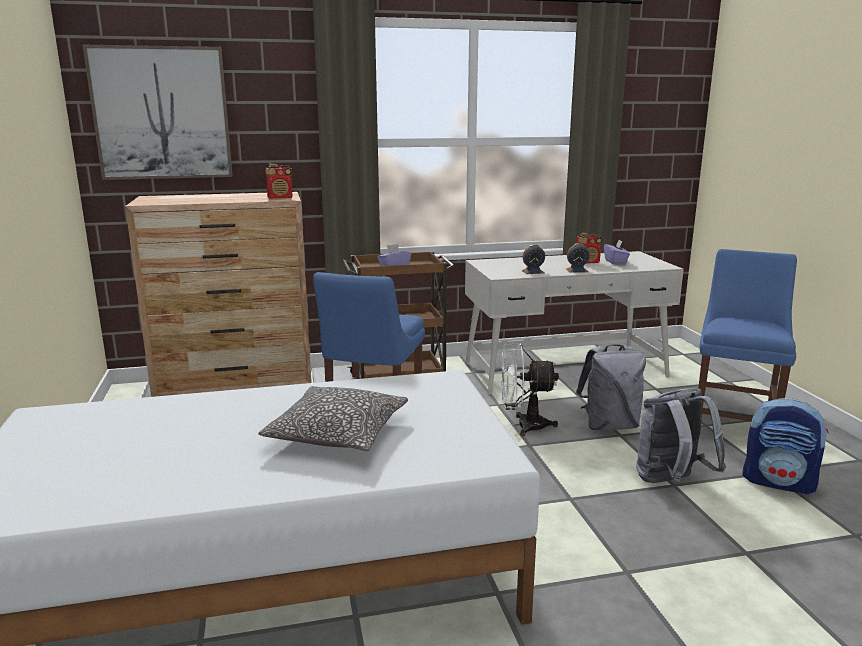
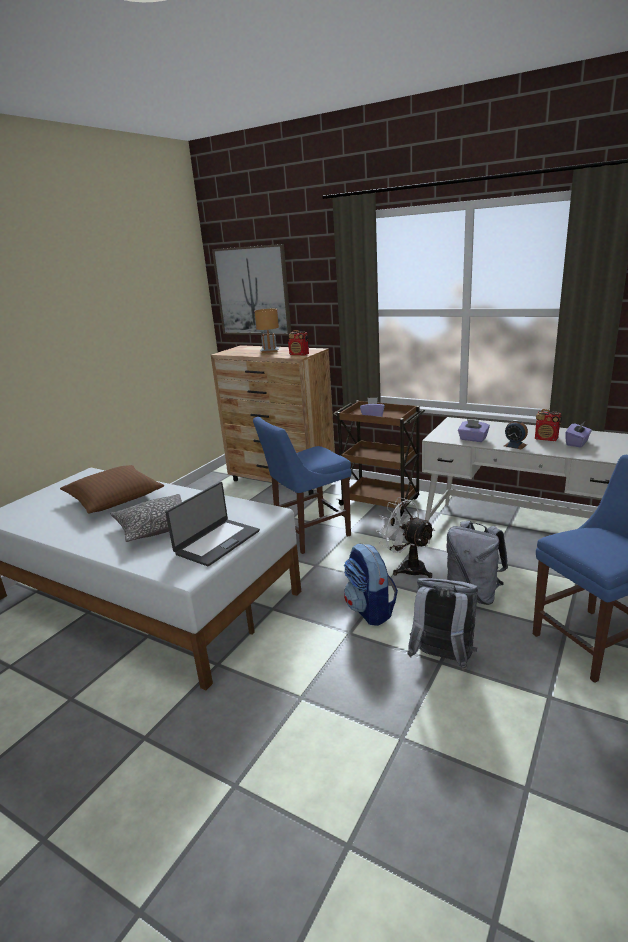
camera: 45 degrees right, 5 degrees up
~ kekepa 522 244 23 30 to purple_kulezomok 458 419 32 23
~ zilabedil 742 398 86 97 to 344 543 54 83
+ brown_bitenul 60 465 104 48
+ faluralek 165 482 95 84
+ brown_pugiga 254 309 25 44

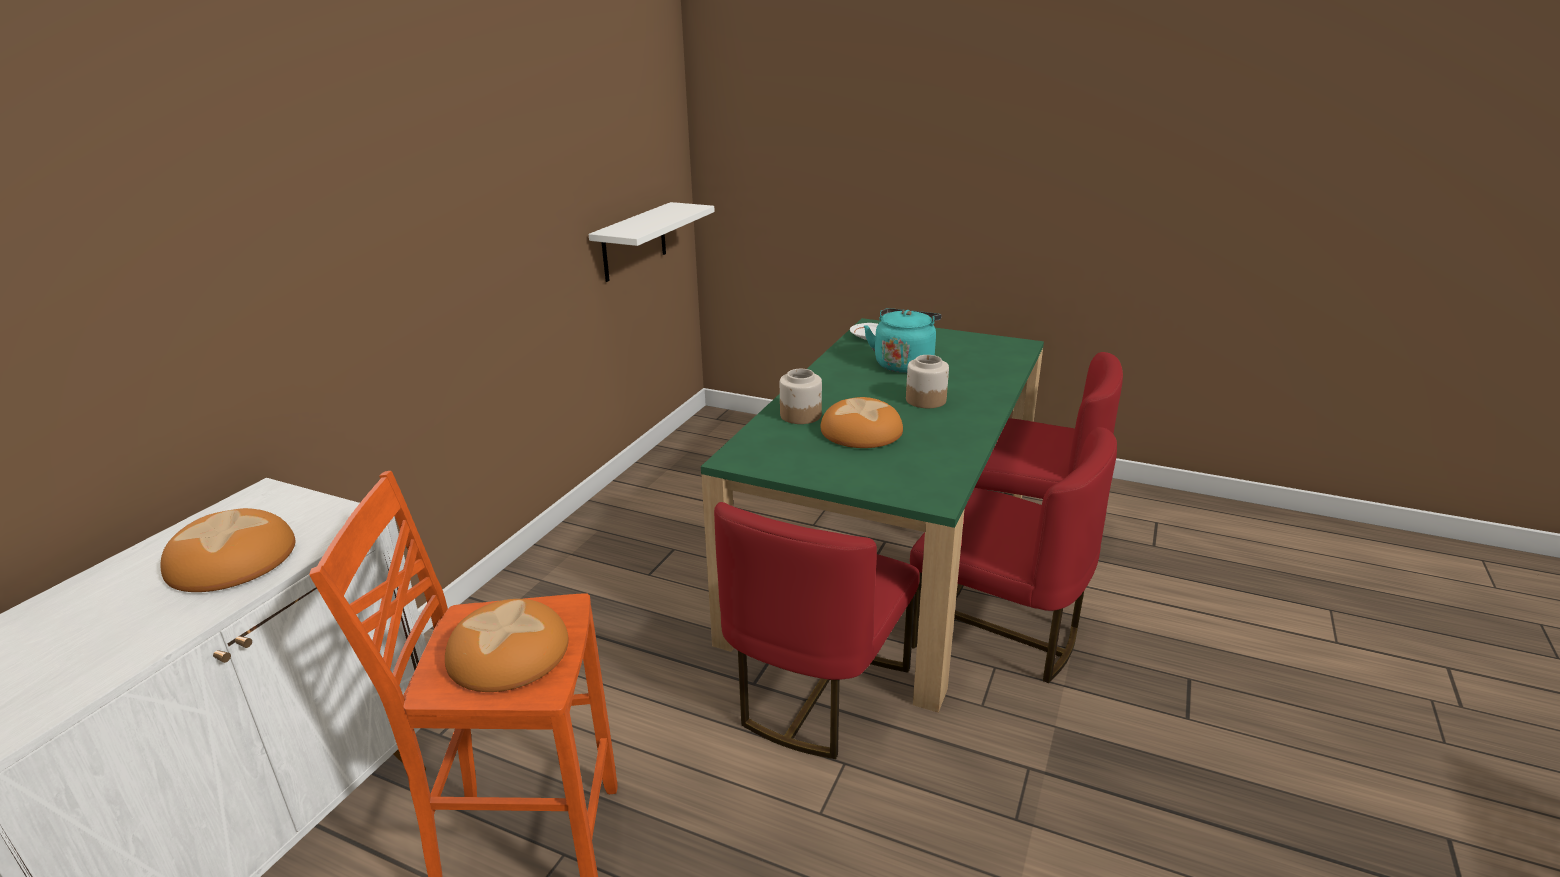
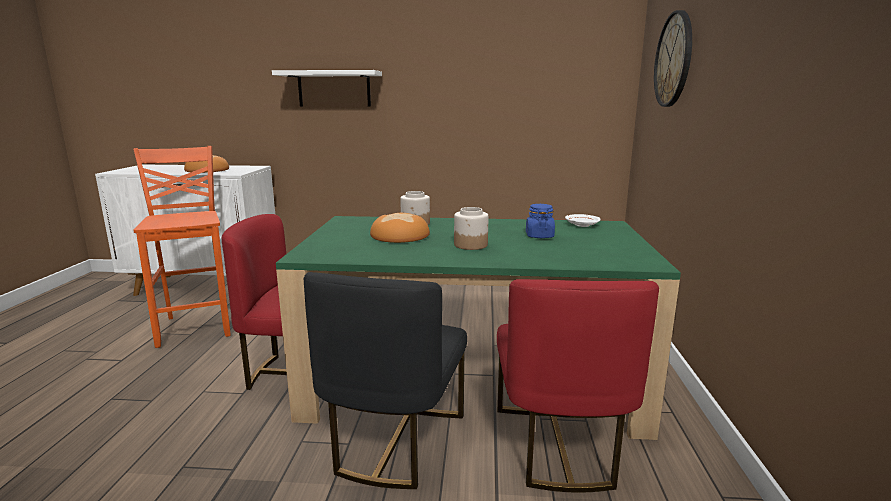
camera: 70 degrees right, 10 degrees down
- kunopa 445 599 124 93
~ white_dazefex 589 202 126 80 to 272 70 110 37
~ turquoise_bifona 864 308 77 65 to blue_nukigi 526 204 29 34
~ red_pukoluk 910 427 207 256 to black_pukoluk 304 272 163 217
+ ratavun 654 10 38 97

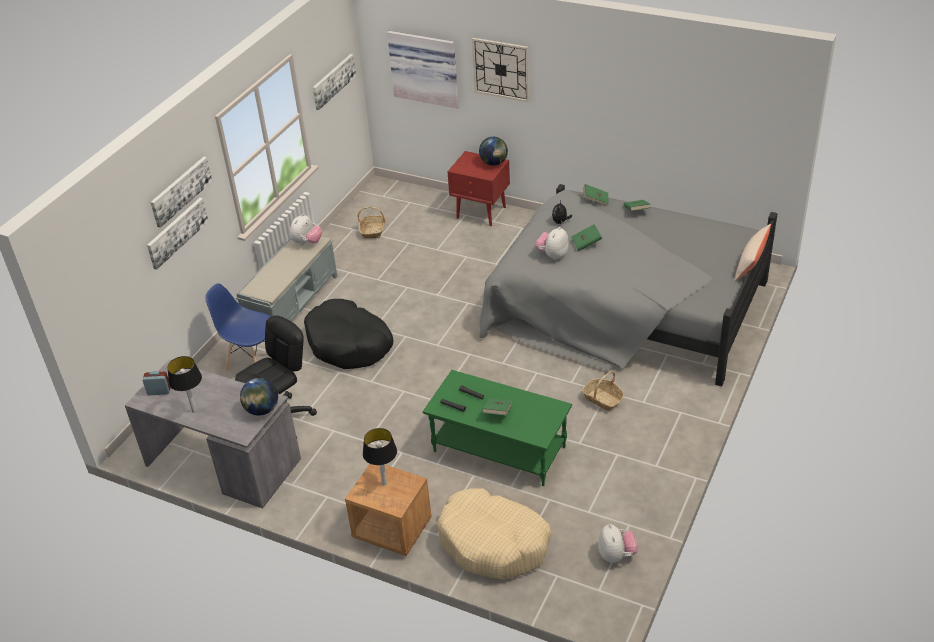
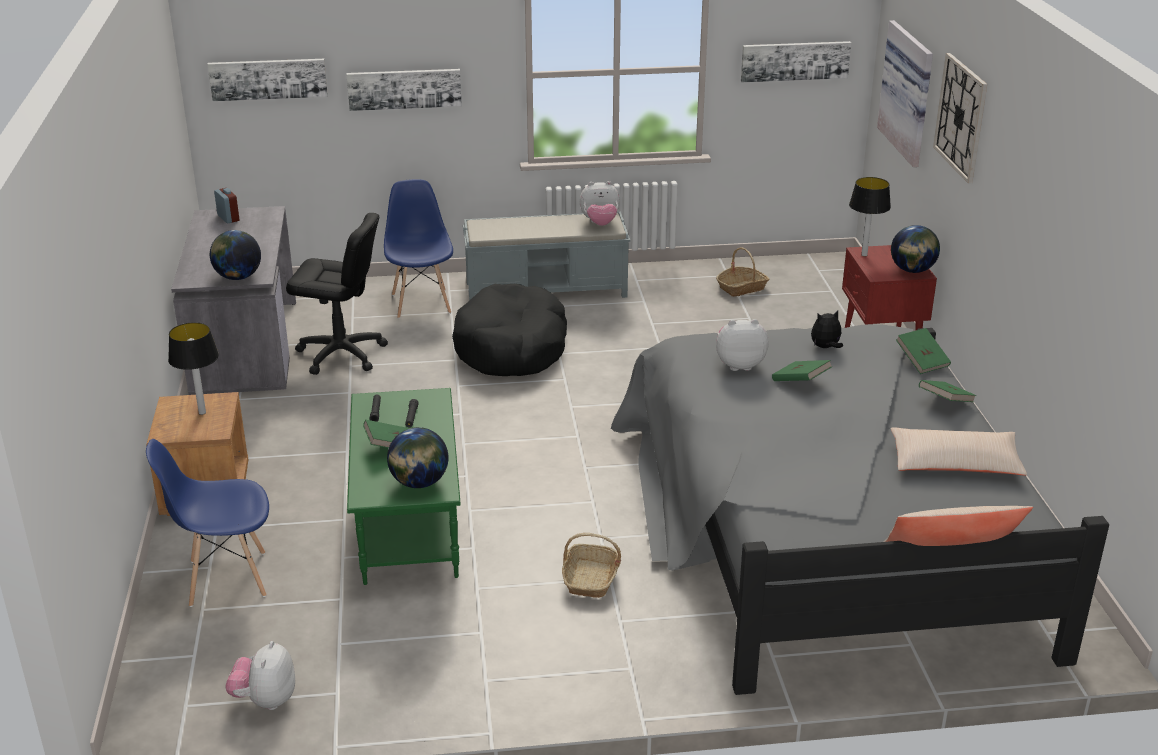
camera: 55 degrees right, 10 degrees down
~ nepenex 151 157 62 71 to 207 59 121 42
~ pugiga 167 356 35 57 to 849 177 42 79
~ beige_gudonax 437 488 114 92 to blue_pukoluk 146 439 123 168
~ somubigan 598 524 40 39 = 225 641 70 69 135 degrees clockwise
+ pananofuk 387 427 61 61
+ beige_bitenul 891 427 136 48

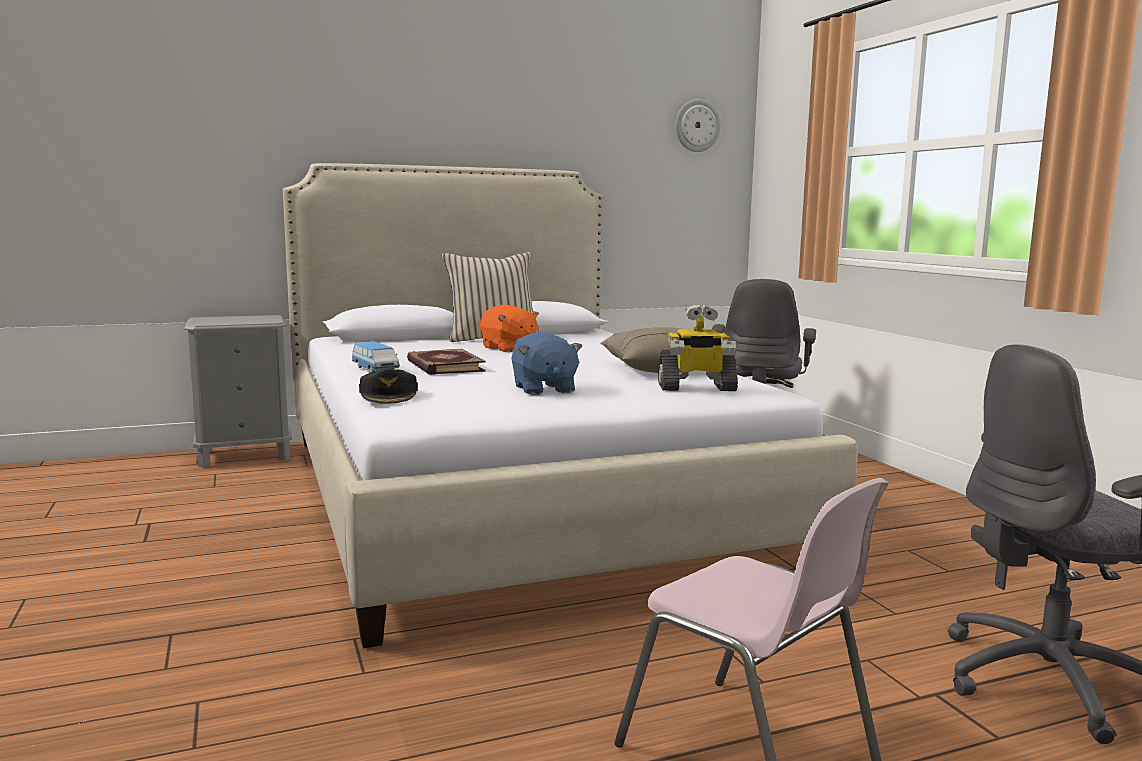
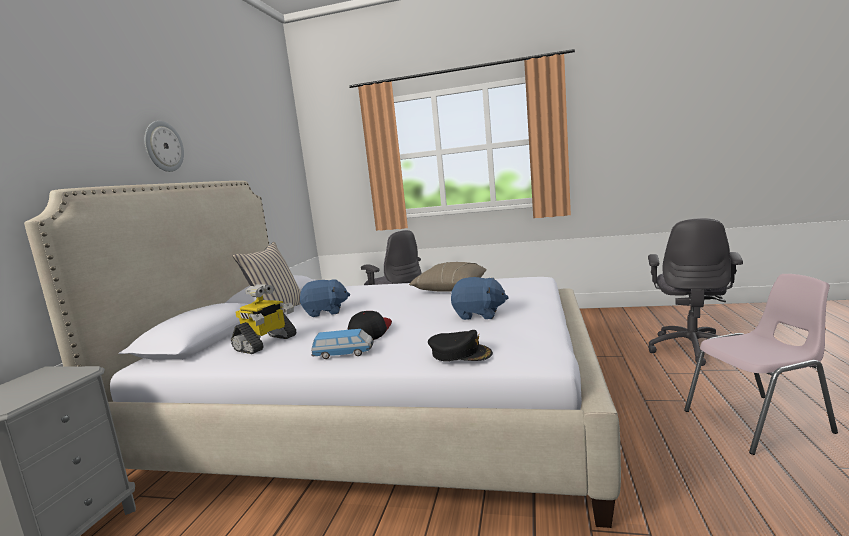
camera: 55 degrees left, 0 degrees up
~ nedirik 407 349 79 26 to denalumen 348 311 44 29
~ orange_somubigan 480 305 59 47 to blue_somubigan 300 279 50 38
~ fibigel 658 305 80 86 to 231 284 66 70
~ ratavun 676 99 45 53 to 145 121 39 51

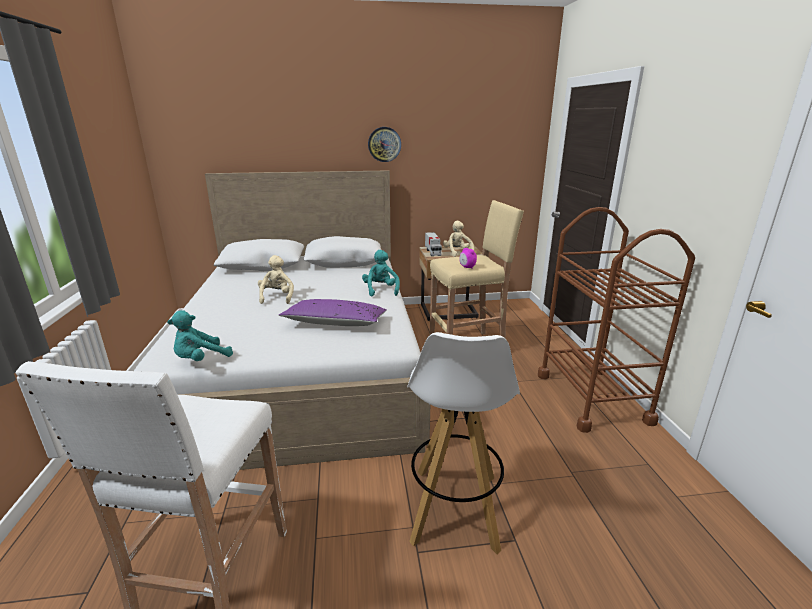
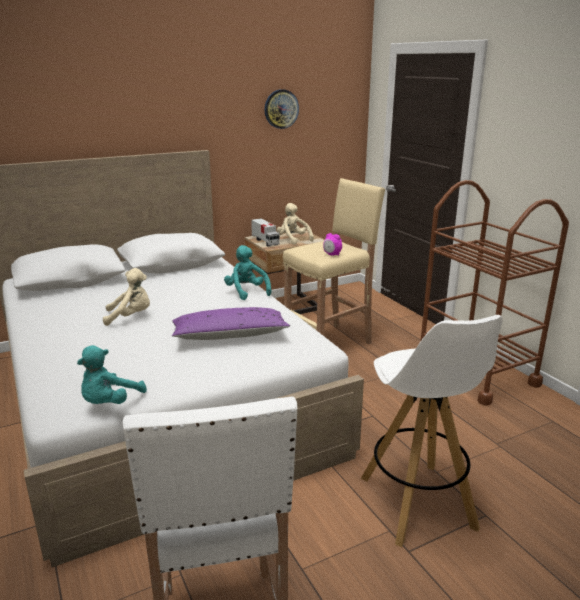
camera: 20 degrees left, 0 degrees up
~ beige_somubigan 258 255 36 49 = 103 268 47 58 105 degrees clockwise
~ ratavun 368 127 33 35 to 265 89 34 40

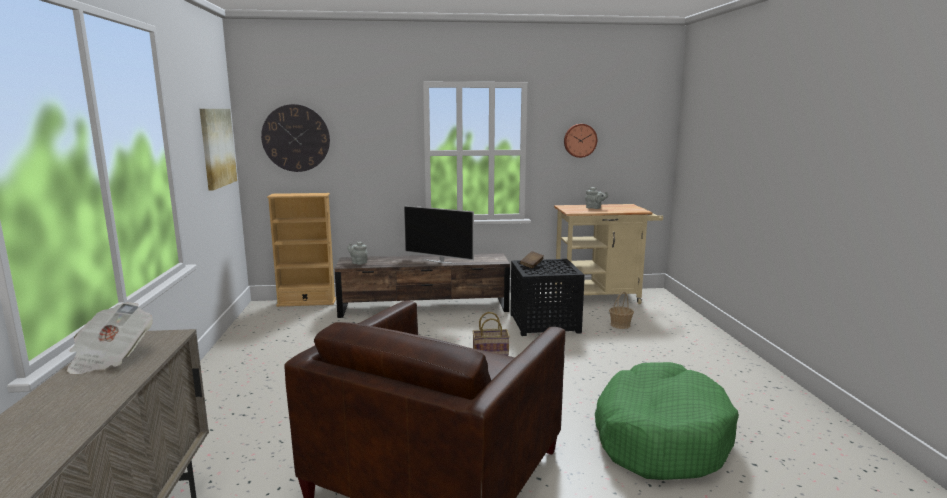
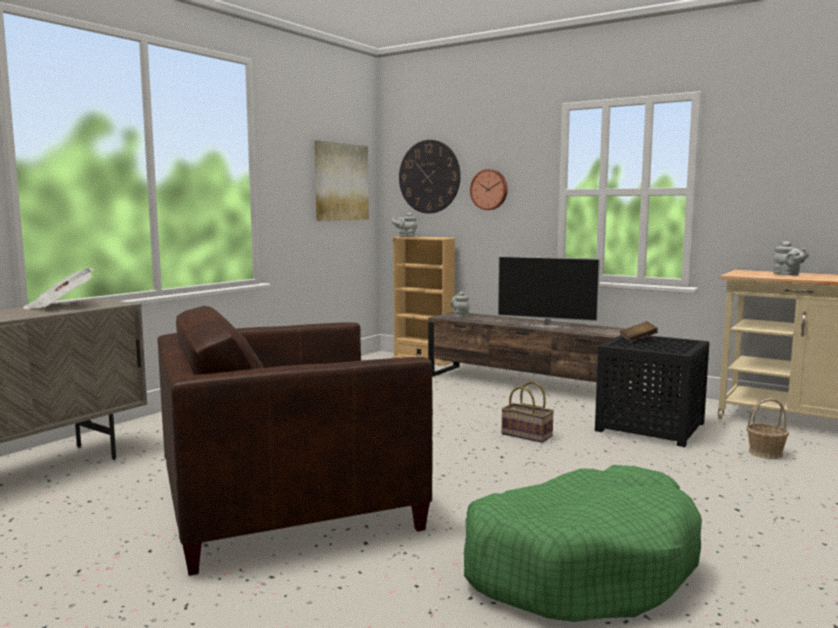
camera: 40 degrees right, 5 degrees down
~ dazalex 403 205 71 59 = 497 256 104 73 45 degrees counterclockwise
~ ratavun 564 124 33 34 to 470 169 38 41
+ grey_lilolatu 392 213 25 24

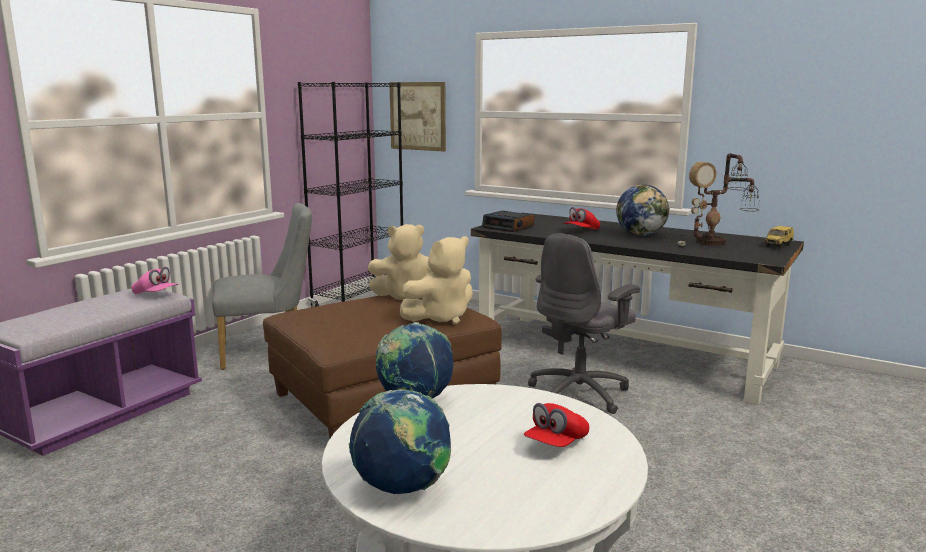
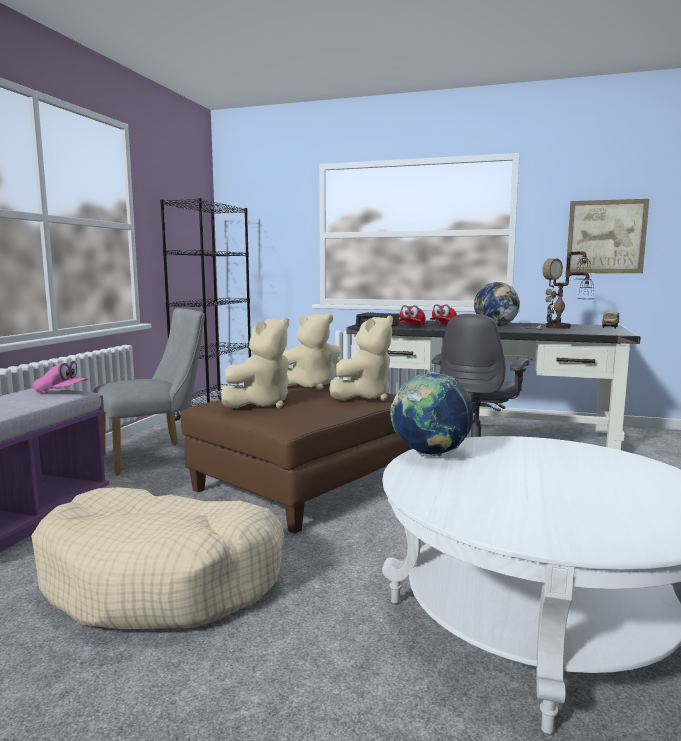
camera: 15 degrees left, 5 degrees down
- pananofuk 349 389 102 105
~ nepenex 389 82 57 70 to 566 199 83 74
~ red_denalumen 524 403 65 44 to 398 305 28 21
+ beige_gudonax 31 487 253 142
+ beige_somubigan 221 318 68 90

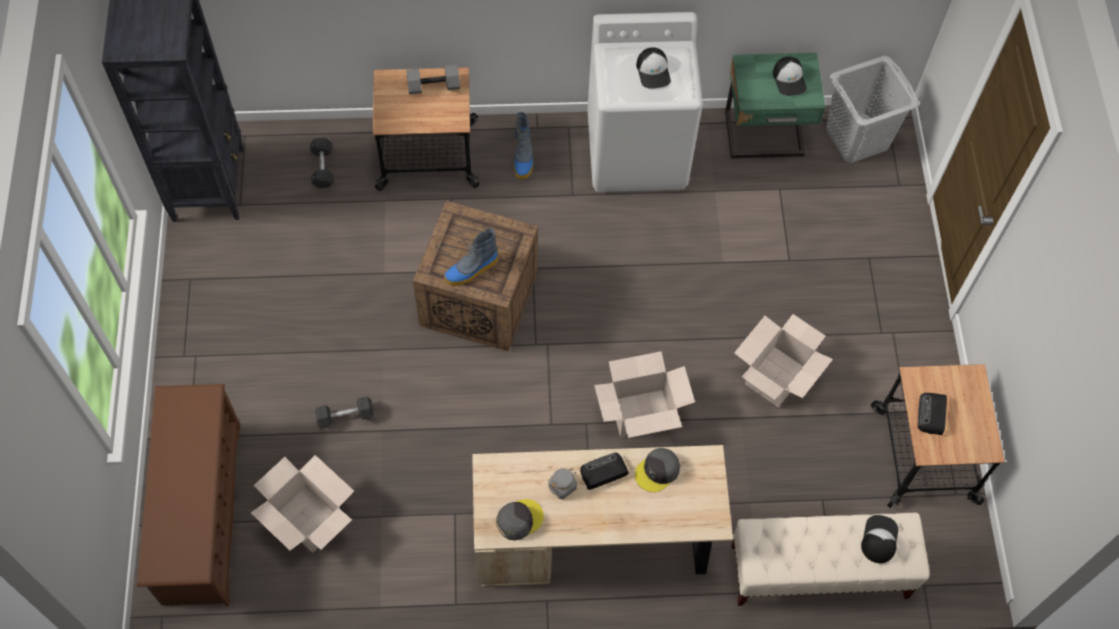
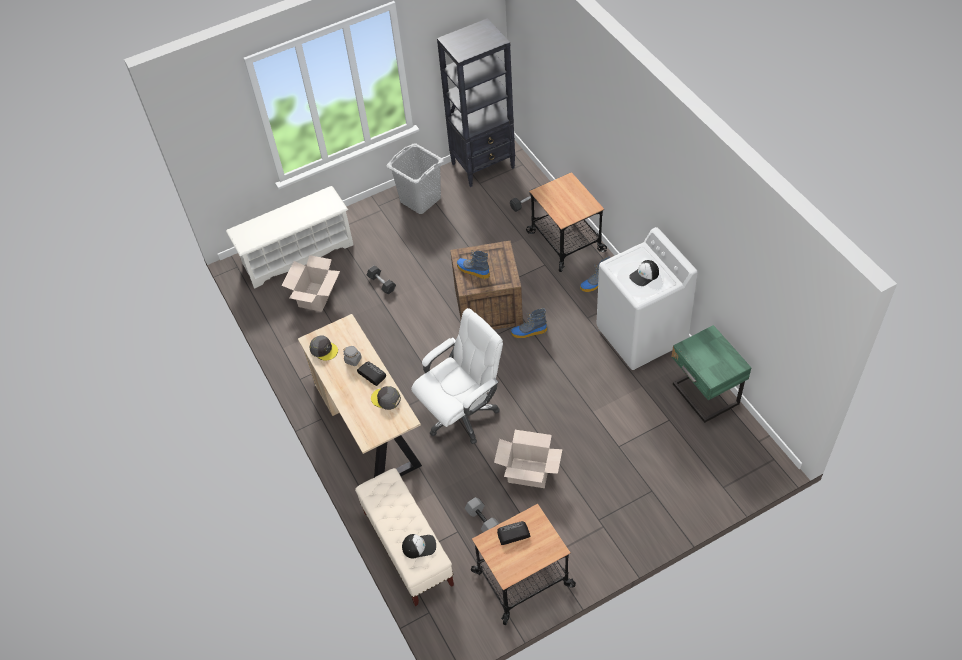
camera: 70 degrees right, 10 degrees down
~ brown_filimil 137 384 103 222 to white_filimil 226 186 128 103
~ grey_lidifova 406 64 54 31 to 465 497 34 35
~ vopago 594 351 101 87 to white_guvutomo 411 308 92 136
- denalumen 773 57 34 39
~ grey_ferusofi 826 56 93 107 to 387 143 57 71
+ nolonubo 511 308 36 30

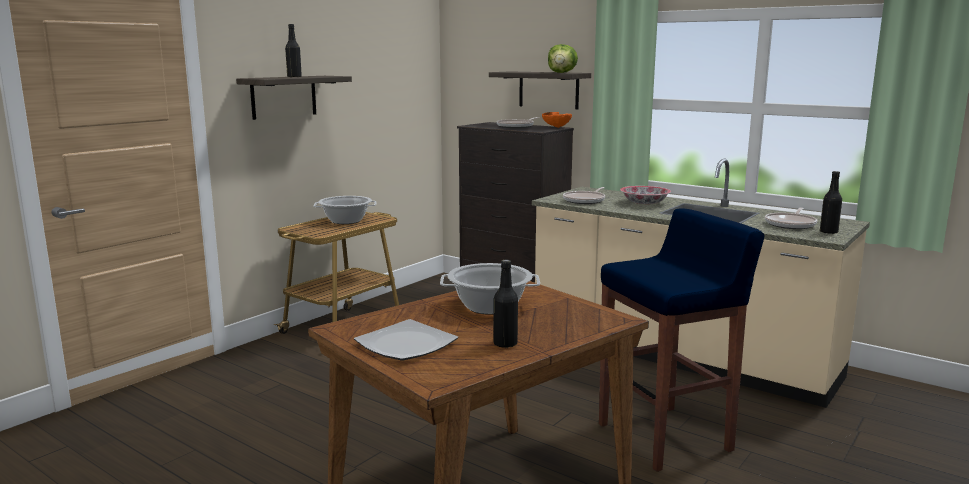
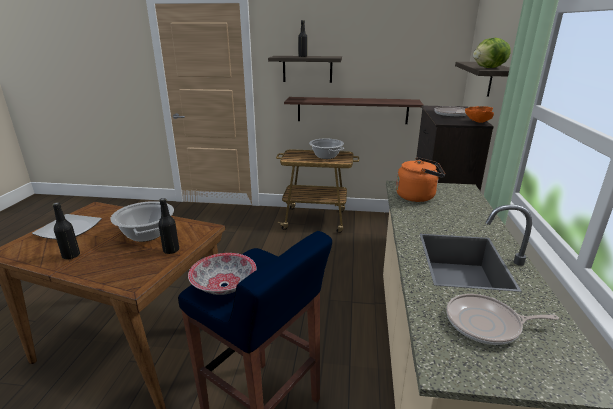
camera: 60 degrees right, 10 degrees up
~ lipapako 563 187 42 17 to orange_bifona 396 157 49 45
~ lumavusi 620 186 51 18 to 188 253 69 42
~ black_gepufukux 820 171 22 63 to 158 198 21 56
+ dazefex 284 97 140 27

